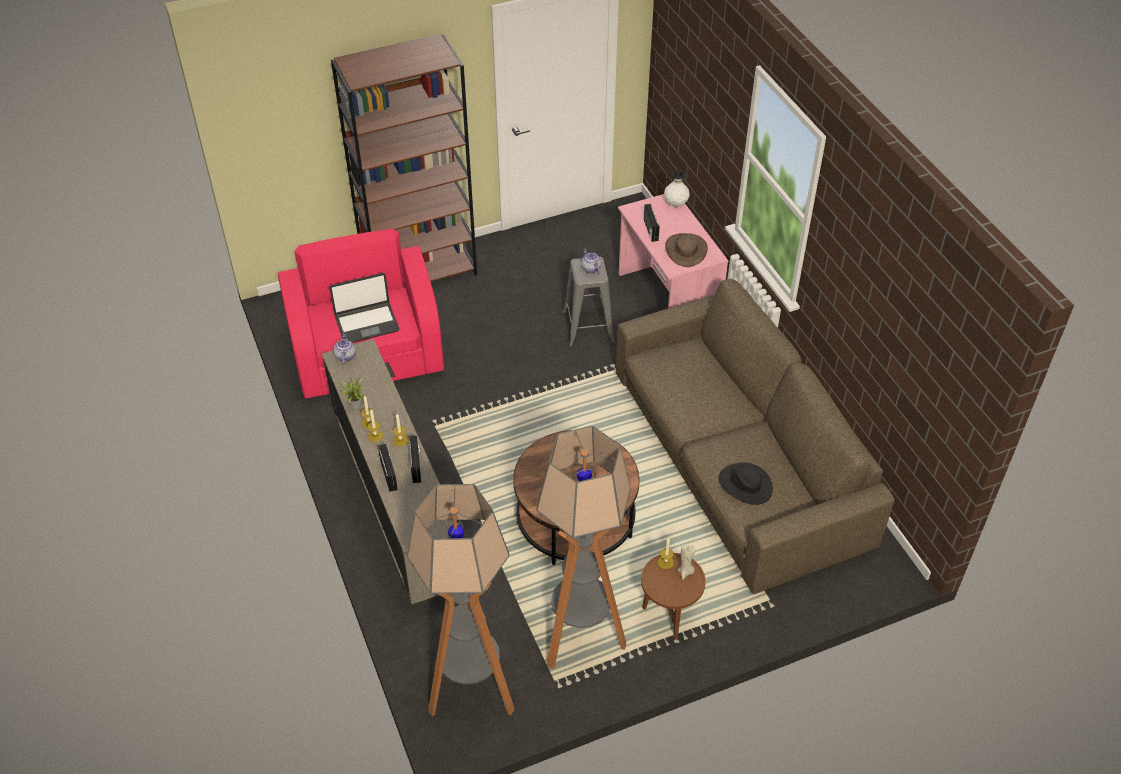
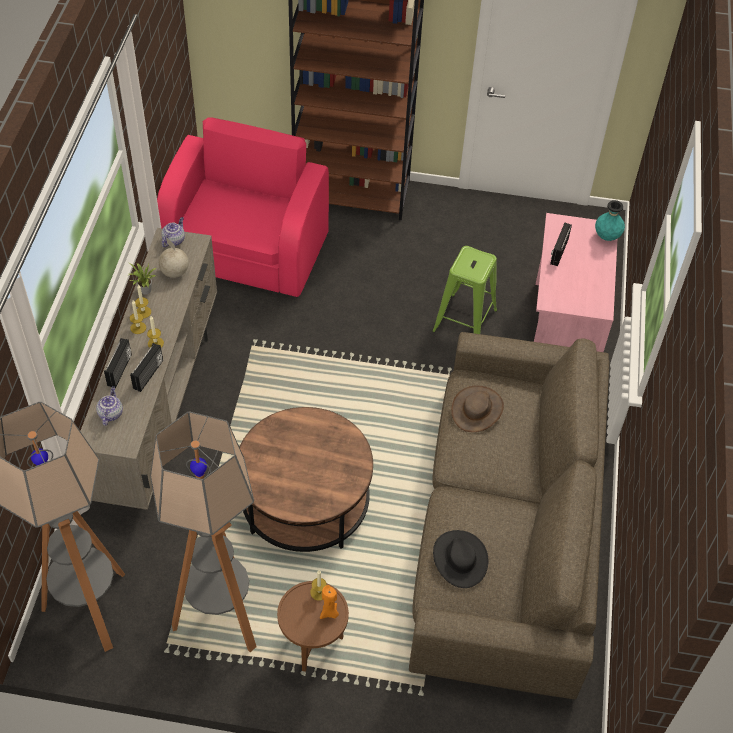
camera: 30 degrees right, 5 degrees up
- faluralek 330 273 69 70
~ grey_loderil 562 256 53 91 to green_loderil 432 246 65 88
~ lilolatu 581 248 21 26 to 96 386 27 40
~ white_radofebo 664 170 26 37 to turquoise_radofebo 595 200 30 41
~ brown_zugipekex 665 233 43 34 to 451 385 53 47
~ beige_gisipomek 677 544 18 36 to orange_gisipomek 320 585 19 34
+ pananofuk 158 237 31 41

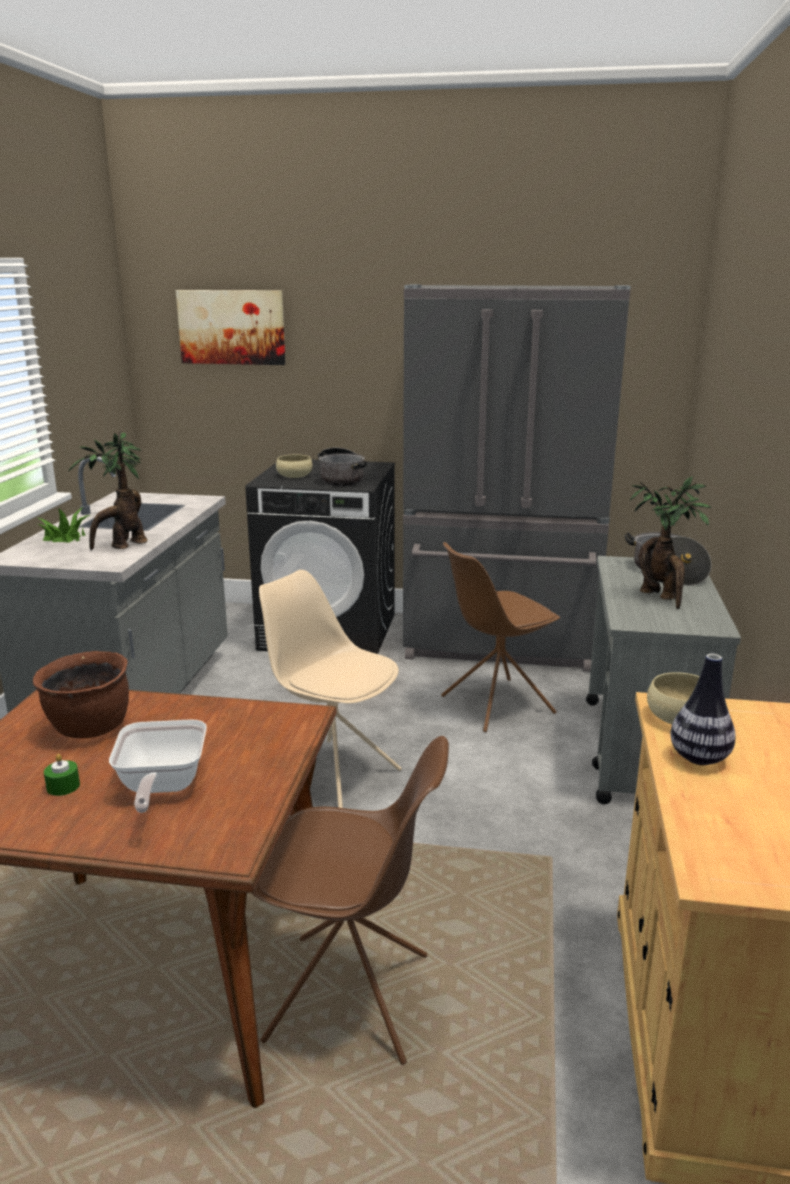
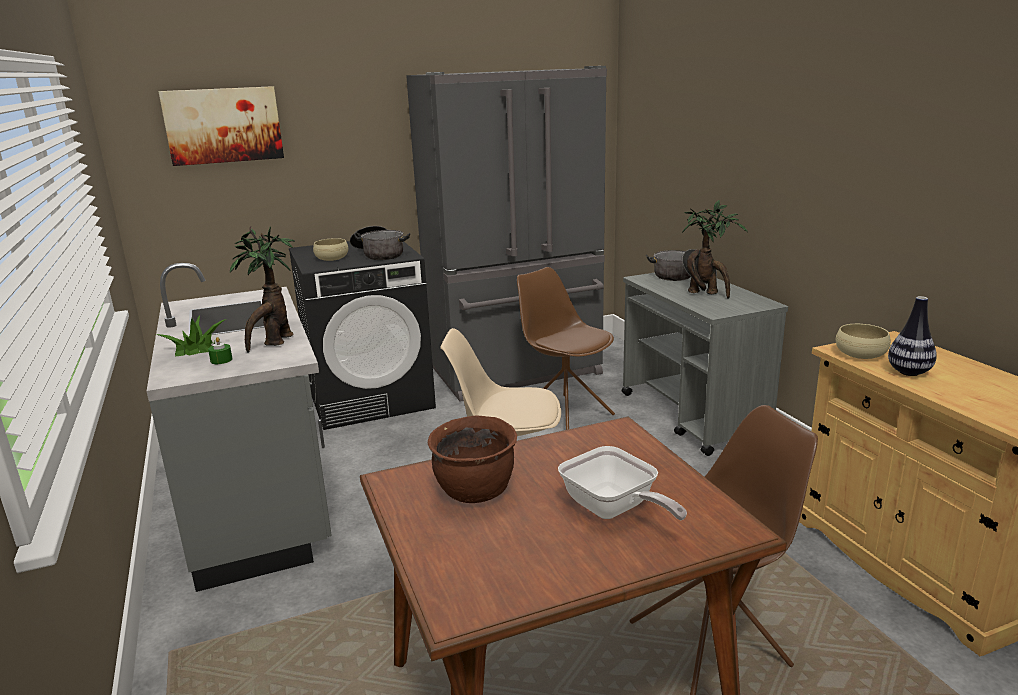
camera: 30 degrees left, 0 degrees up
~ green_gisipomek 44 754 36 42 to 208 337 24 27
~ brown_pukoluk 441 542 119 190 = 517 267 98 163 105 degrees clockwise

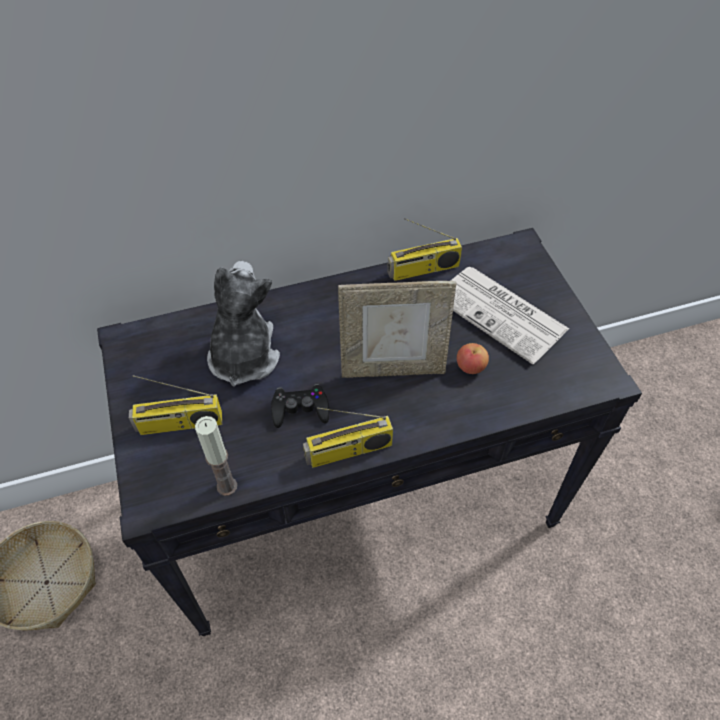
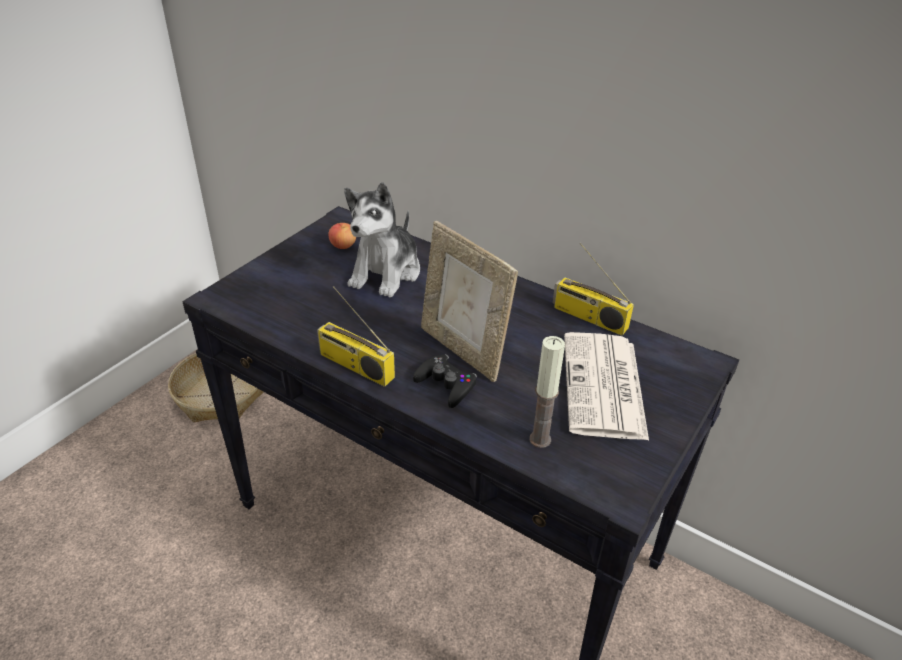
camera: 50 degrees right, 15 degrees down
- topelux 129 375 93 60
~ gisipomek 195 416 42 80 to 529 336 36 112
~ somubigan 207 261 73 126 = 344 182 76 116 150 degrees clockwise
~ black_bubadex 271 384 58 44 to 413 354 64 54
~ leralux 457 343 32 31 to 328 223 28 26

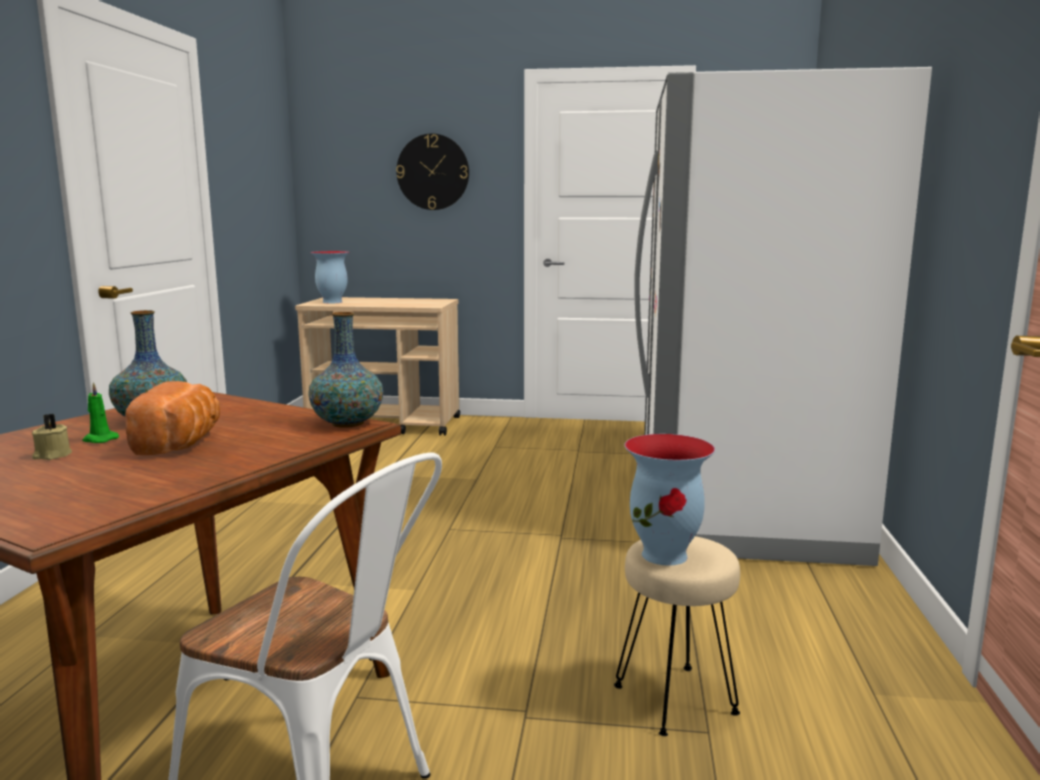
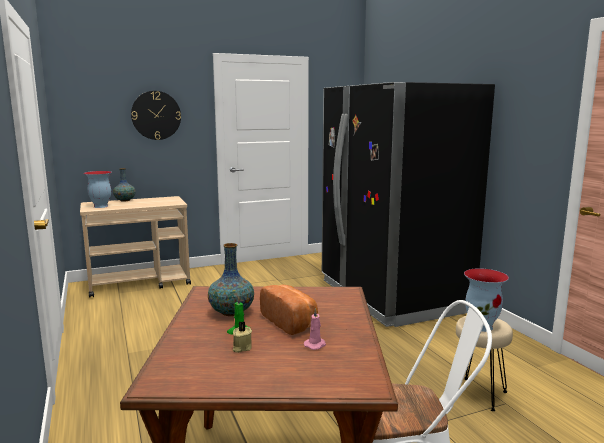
camera: 30 degrees left, 0 degrees up
~ radofebo 308 312 75 116 to 113 168 23 34
~ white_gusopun 634 67 298 499 to black_gusopun 322 82 173 245
+ pink_gisipomek 304 308 22 42

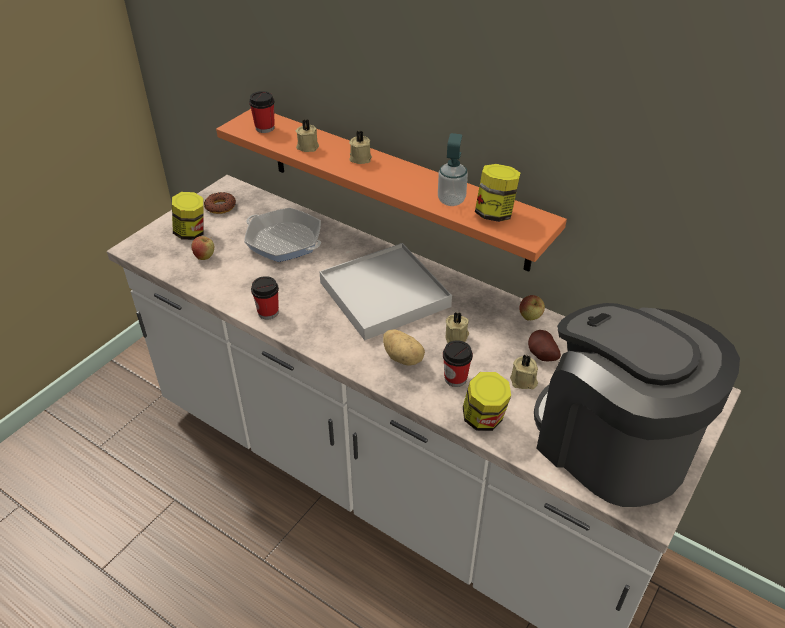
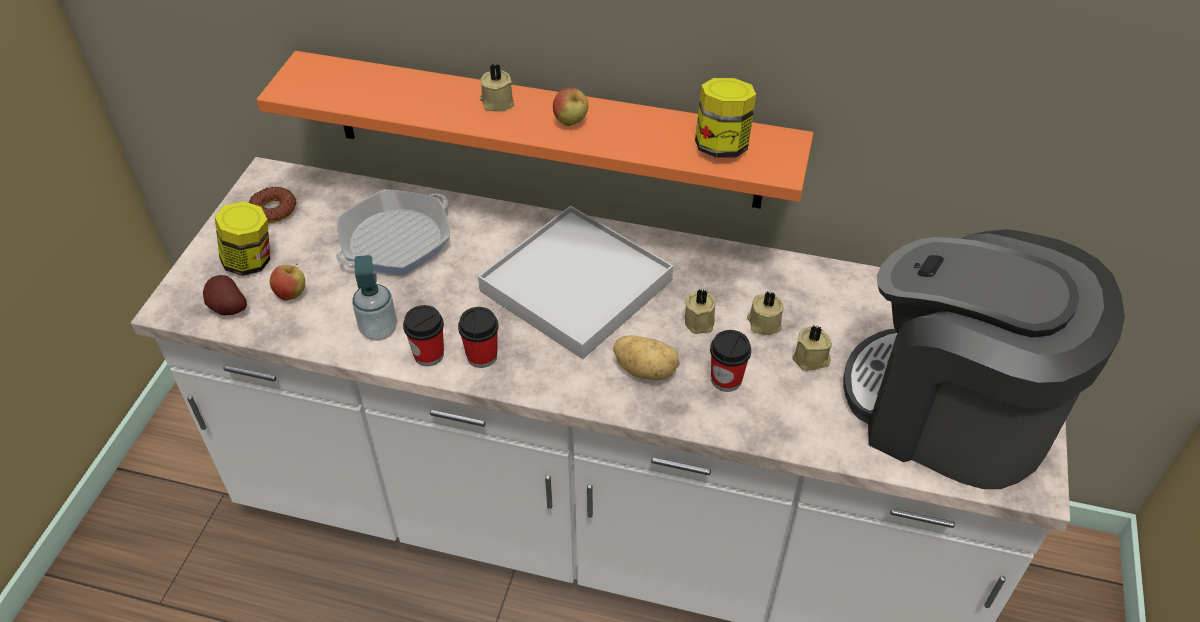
camera: 20 degrees left, 5 degrees up
~ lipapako 244 208 77 54 = 336 189 114 86 120 degrees clockwise
~ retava 249 91 26 42 to 458 307 41 61
~ beige_gisipomek 296 119 23 33 to 747 291 37 44
~ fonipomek 438 133 30 73 to 352 255 45 86
- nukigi 463 372 48 59
~ leralux 519 295 26 25 to 553 88 35 38
~ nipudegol 528 330 33 31 to 203 275 44 41

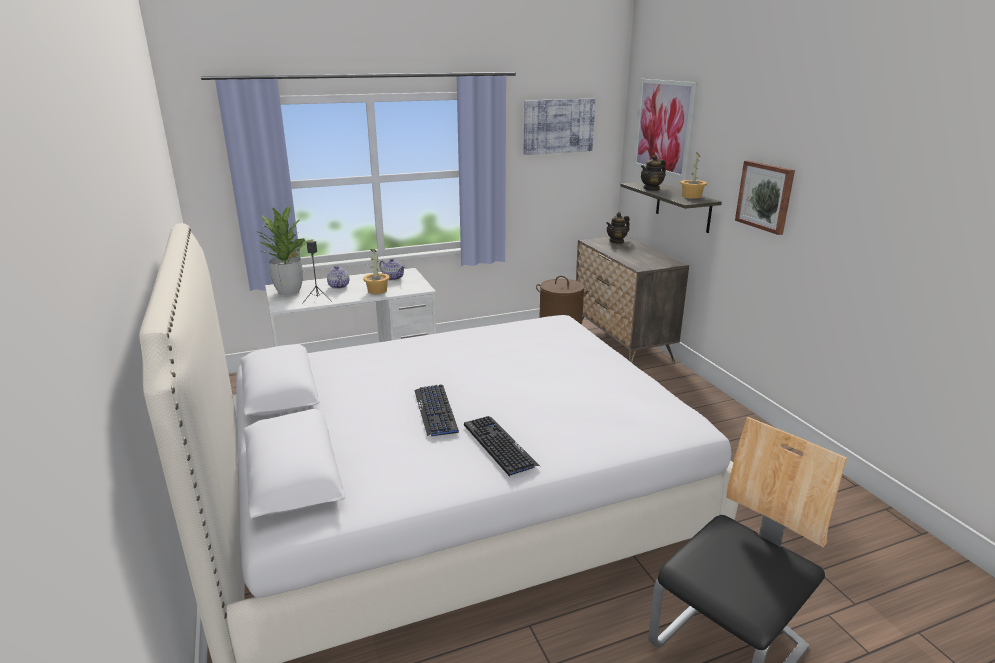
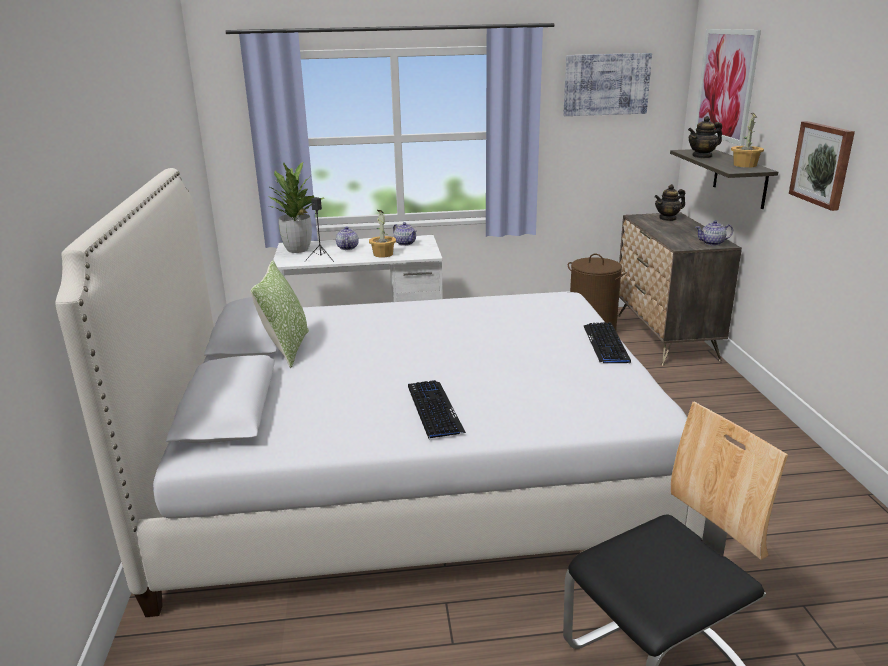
camera: 15 degrees right, 0 degrees up
~ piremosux 414 384 45 52 to 584 322 47 41
+ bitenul 250 260 59 108
+ lilolatu 695 220 38 26

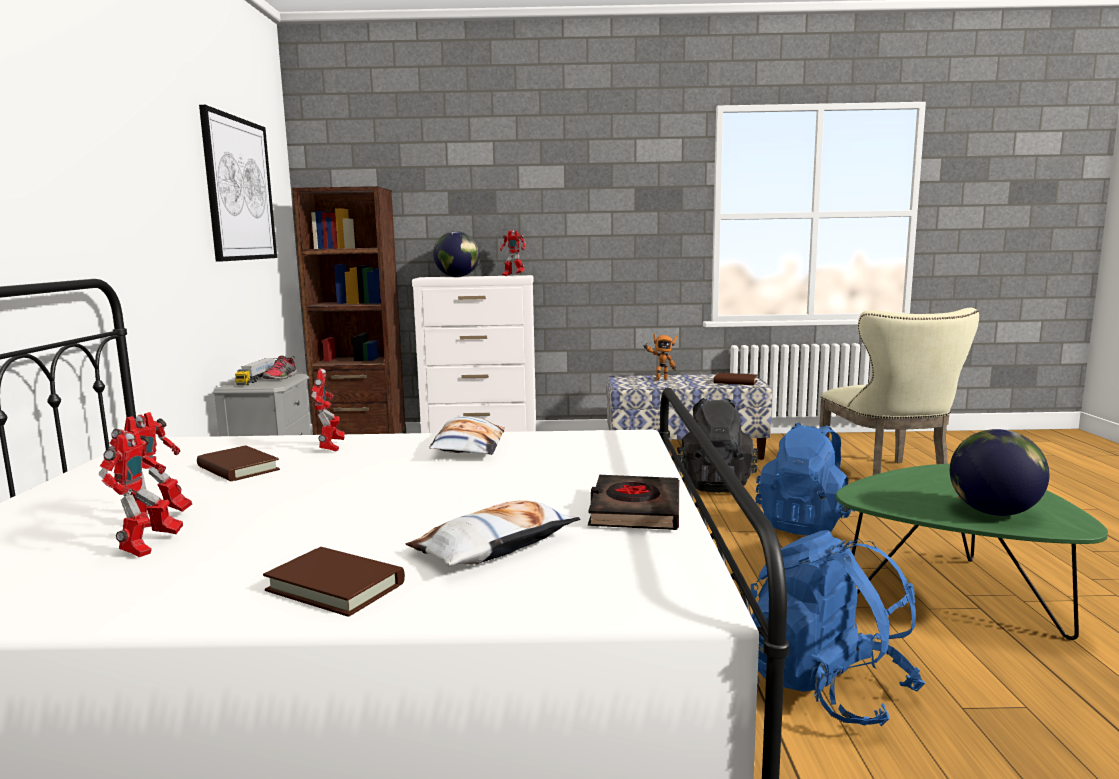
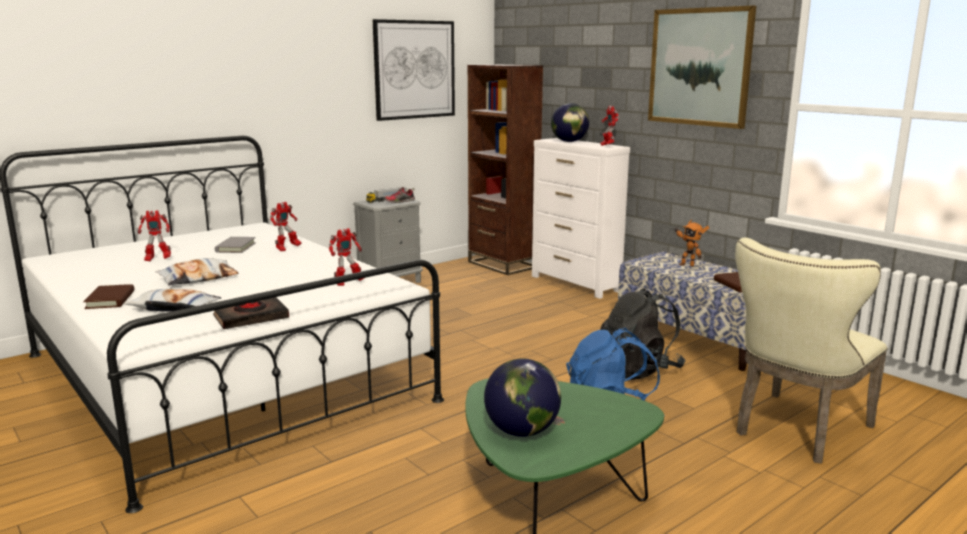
camera: 50 degrees right, 5 degrees up
~ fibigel 99 429 84 128 to 329 228 35 58
~ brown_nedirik 197 445 83 36 to grey_nedirik 215 237 41 16
~ bitenul 429 416 76 39 to 156 258 82 28
- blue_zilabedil 751 530 174 196
+ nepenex 648 6 108 123

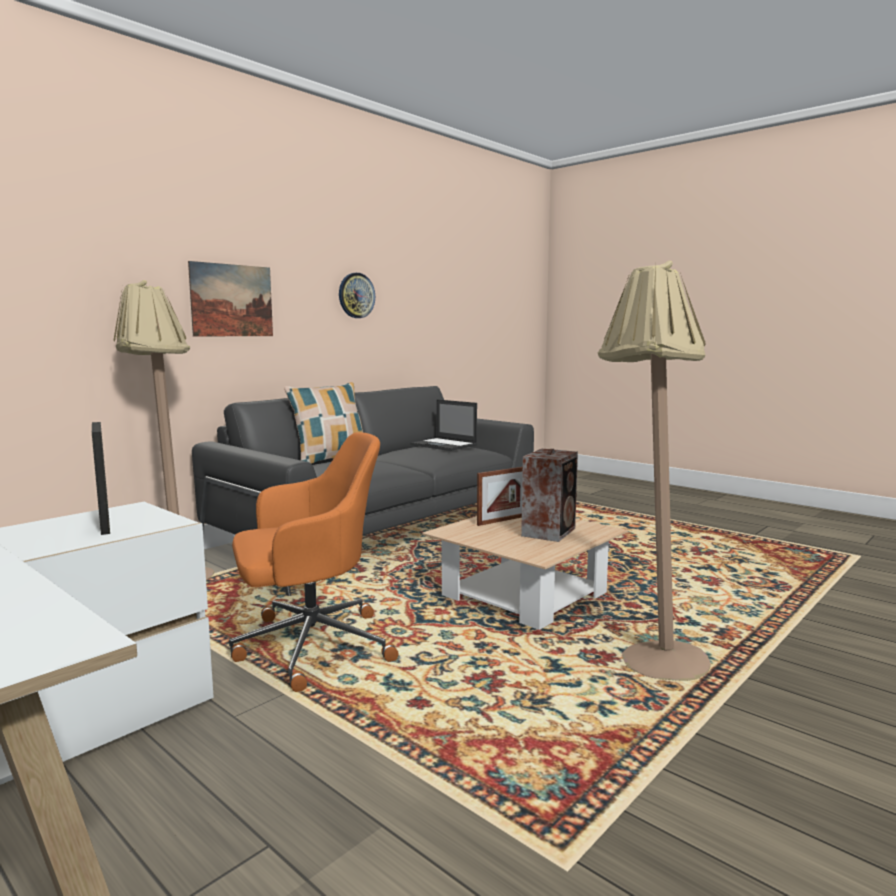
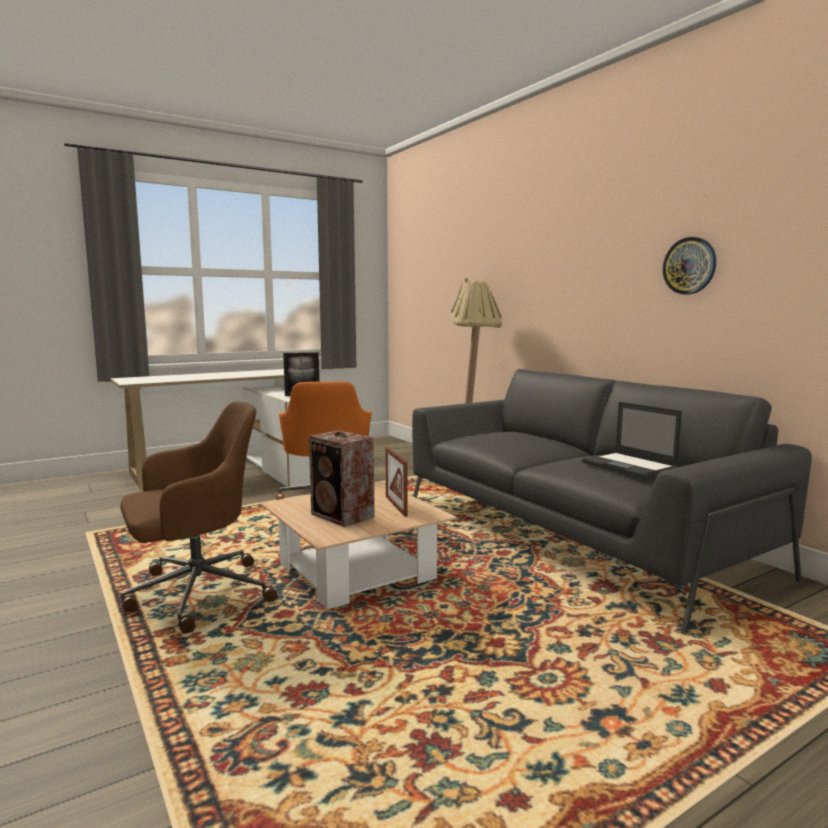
camera: 105 degrees right, 0 degrees up
- nepenex 188 261 85 75
- bitenul 284 382 79 82
~ faluralek 410 399 67 52 = 582 402 100 76 90 degrees counterclockwise
~ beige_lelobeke 598 260 113 421 to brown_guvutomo 120 402 158 232

